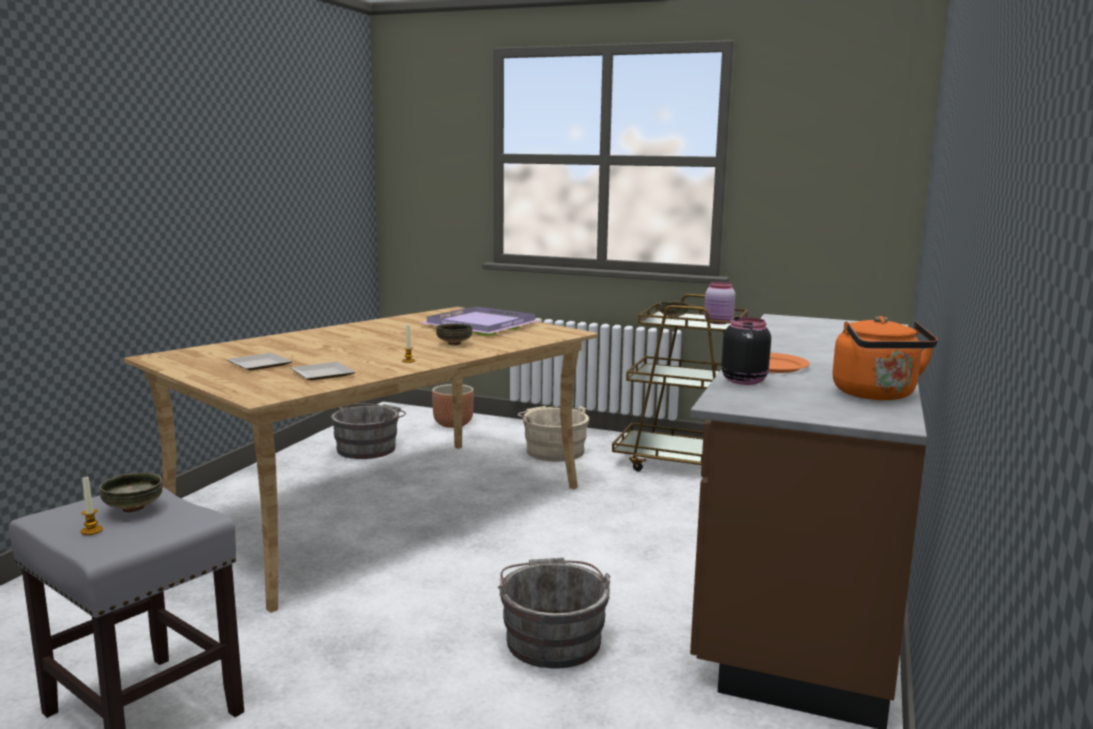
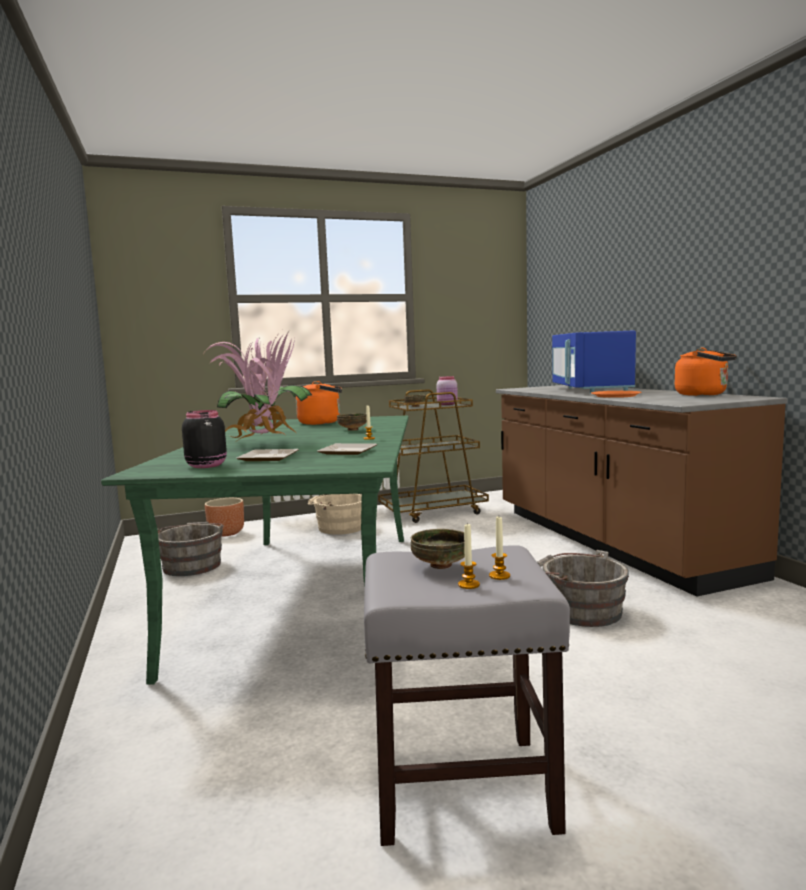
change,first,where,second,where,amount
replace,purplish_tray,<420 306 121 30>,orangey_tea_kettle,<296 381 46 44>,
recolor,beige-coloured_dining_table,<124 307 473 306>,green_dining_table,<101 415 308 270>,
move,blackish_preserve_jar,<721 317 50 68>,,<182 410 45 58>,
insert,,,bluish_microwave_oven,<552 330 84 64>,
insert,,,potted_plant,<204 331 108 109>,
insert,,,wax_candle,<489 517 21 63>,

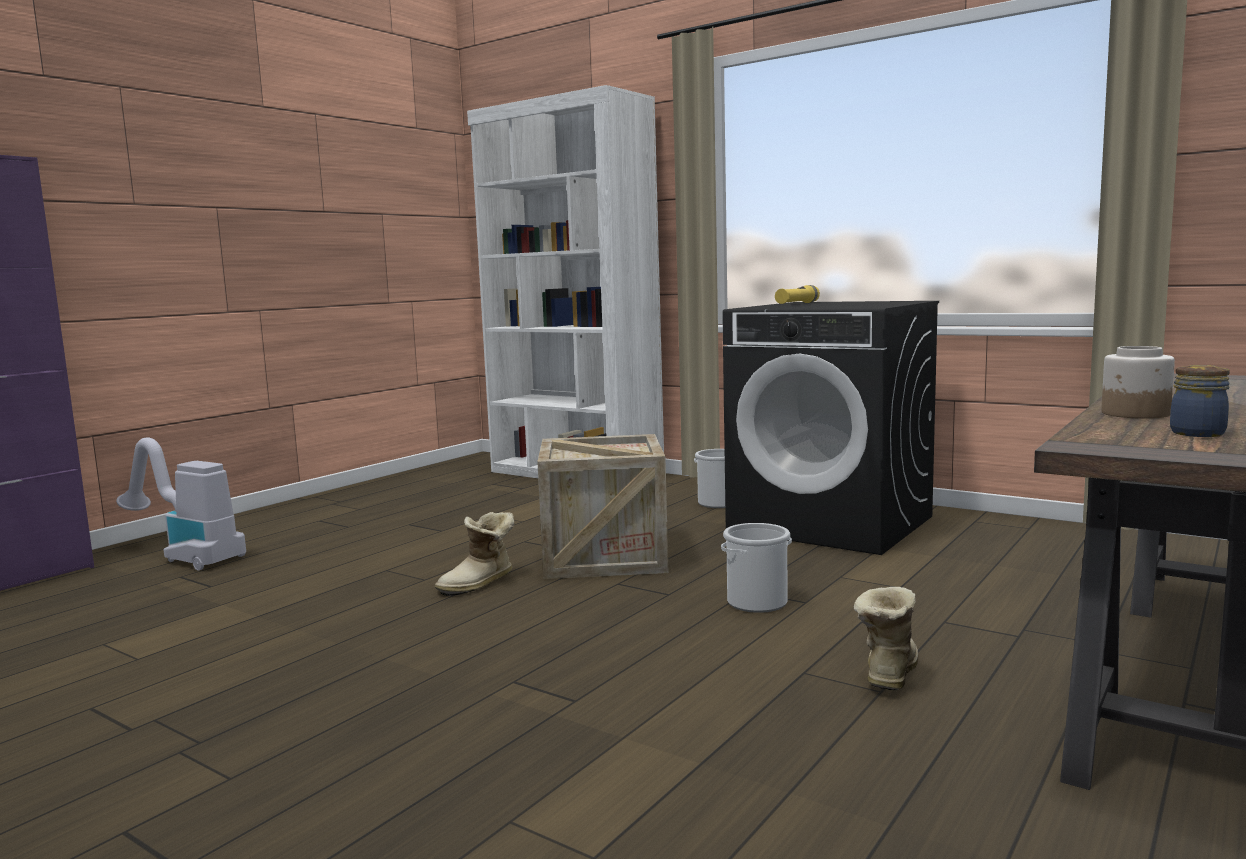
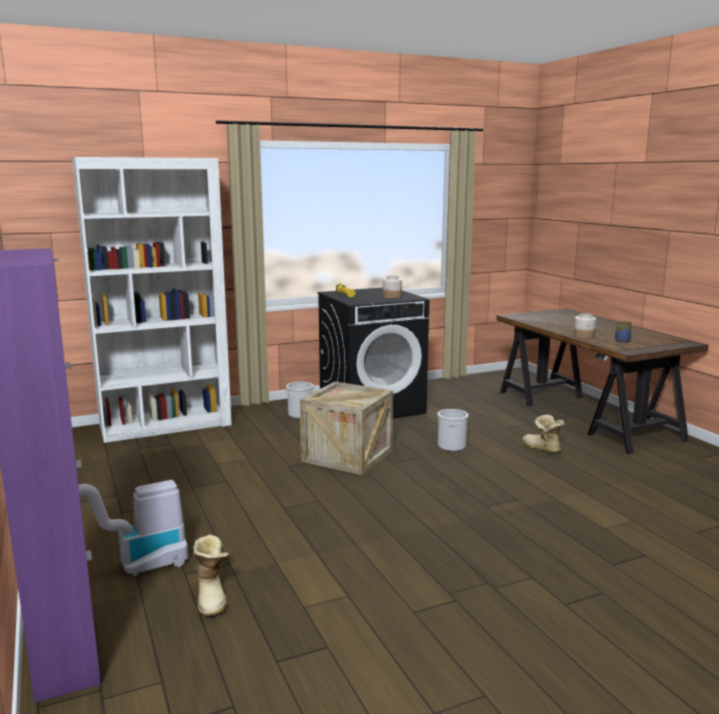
change,first,where,second,where,amount
move,boot,<435 512 80 84>,,<193 535 36 83>,
insert,,,preserve_jar,<383 276 19 23>,

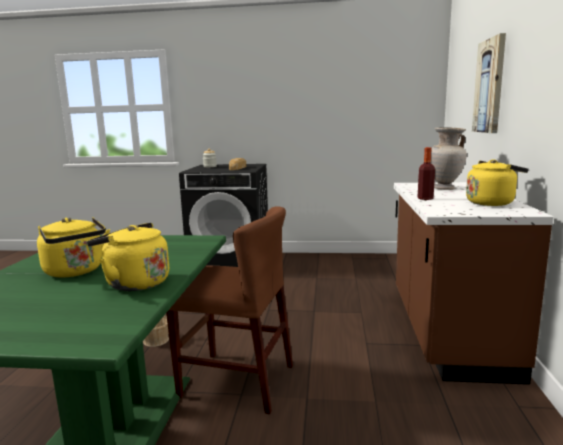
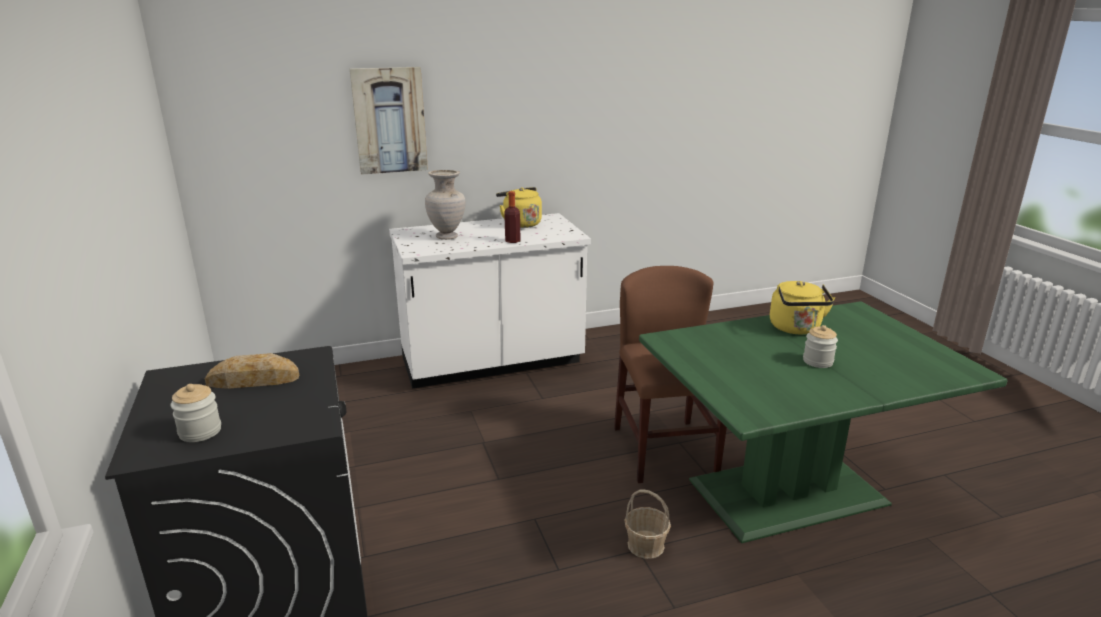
change,first,where,second,where,amount
recolor,brown_counter,<394 182 160 203>,whitish_counter,<389 213 202 176>,
replace,yellow_tea_kettle,<37 217 73 60>,preserve_jar,<803 325 35 43>,

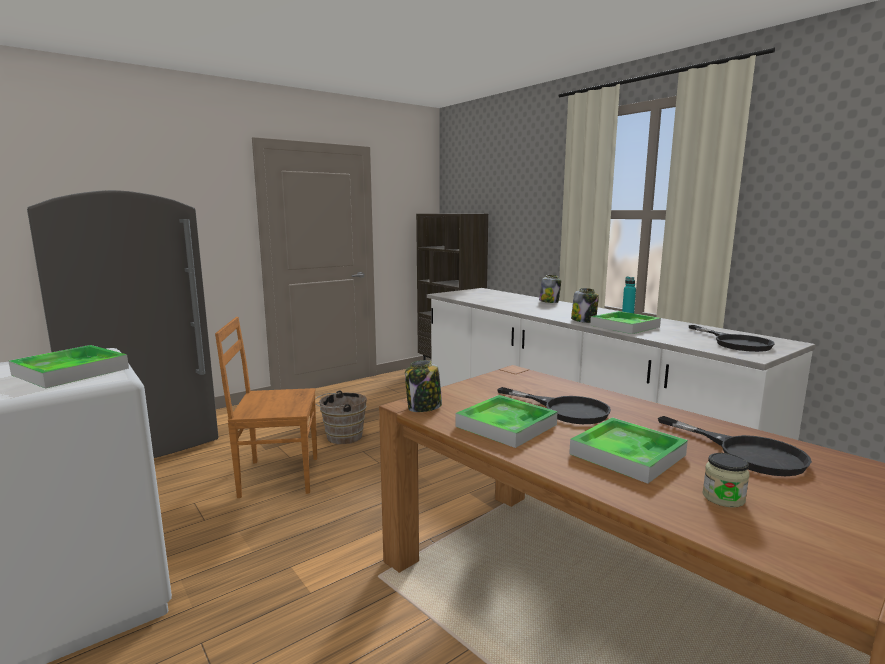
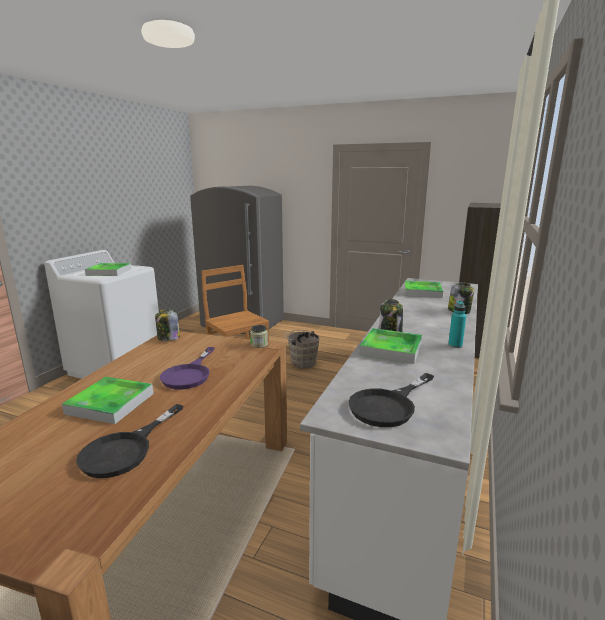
change,first,where,second,where,amount
recolor,blackish_skillet,<497 387 114 37>,purplish_skillet,<160 347 54 42>,
move,tray,<455 395 103 53>,,<405 281 38 17>,
move,preserve_jar,<702 453 47 55>,,<250 325 18 23>,

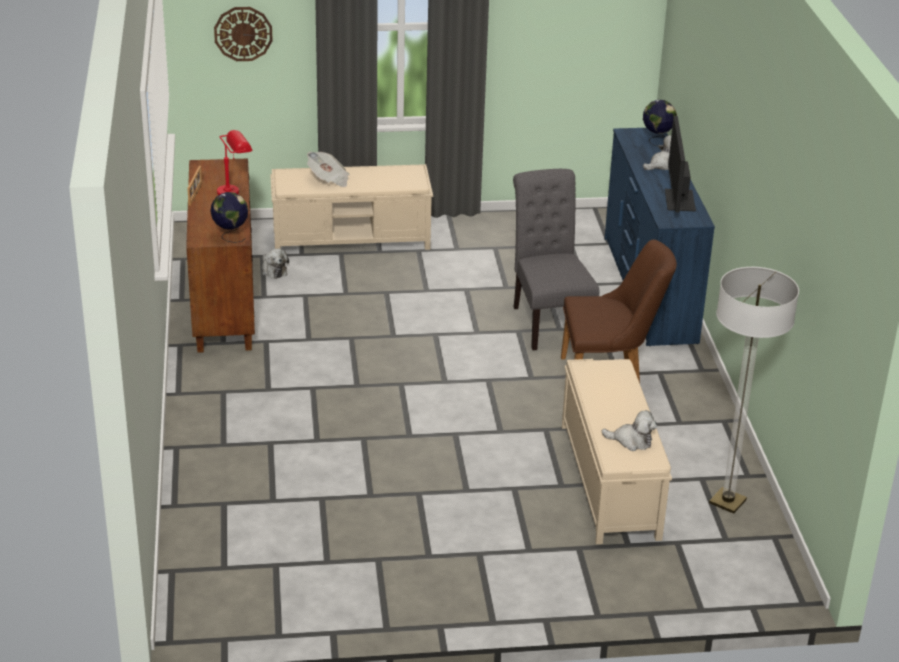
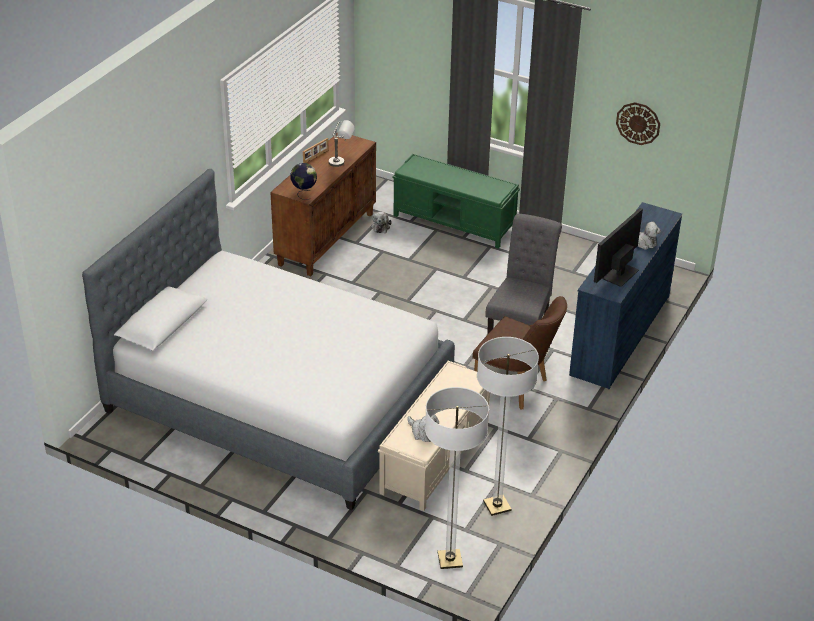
change,first,where,second,where,amount
move,wall_clock,<214 7 59 54>,,<616 102 44 43>,
delete,desk_globe,<643 100 34 47>,,,
recolor,red-coloured_table_lamp,<217 130 35 65>,greyish_table_lamp,<329 120 26 47>,
delete,printed_paper,<307 152 43 35>,,,
recolor,beige-coloured_indoor_bench,<270 164 163 86>,green_indoor_bench,<392 154 128 95>,
insert,,,bed,<82 169 373 341>,
insert,,,standing_lamp,<425 387 64 182>,

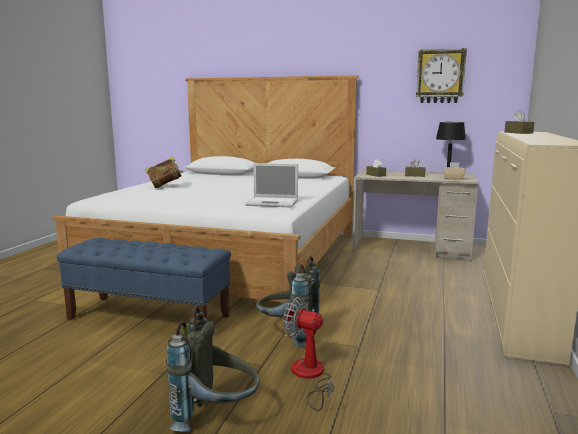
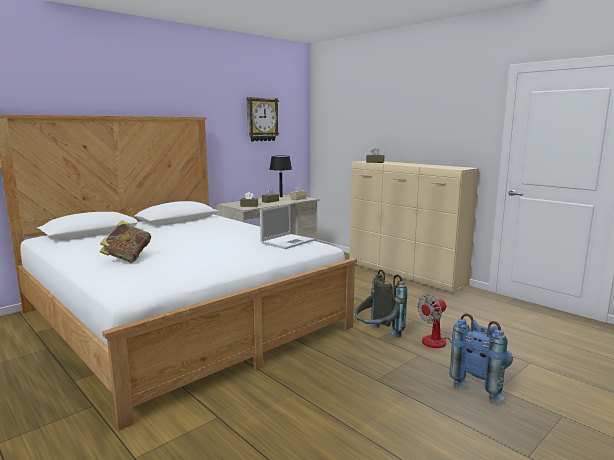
change,first,where,second,where,amount
delete,bluish_indoor_bench,<56 238 175 82>,,,
recolor,greyish_knapsack,<166 306 94 126>,bluish_knapsack,<450 314 63 88>,

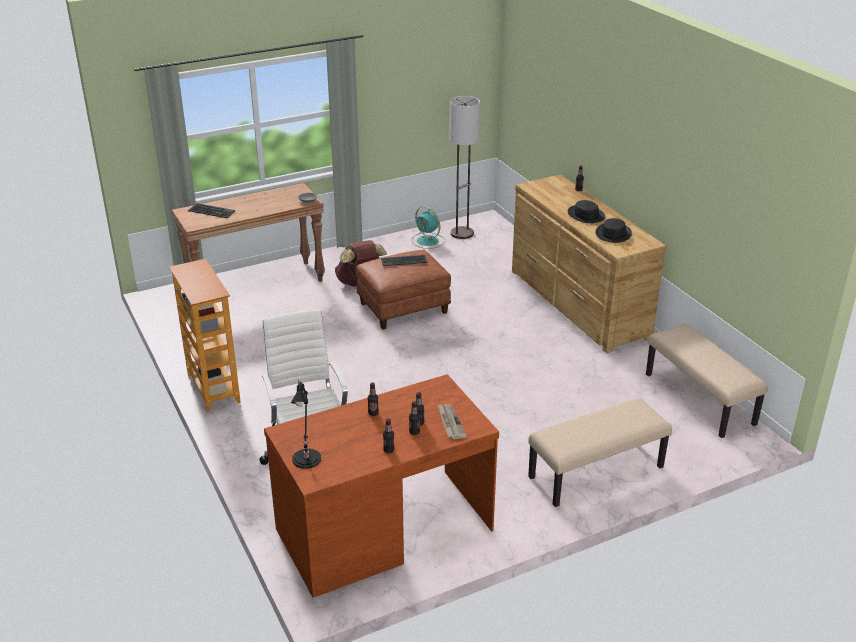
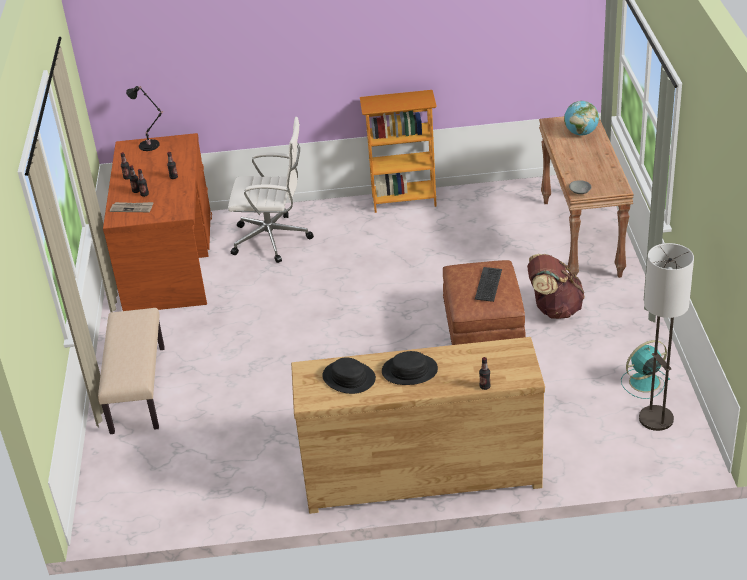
change,first,where,second,where,amount
replace,computer_keyboard,<188 203 47 15>,desk_globe,<564 101 35 34>,
delete,beige-coloured_indoor_bench,<646 324 122 114>,,,

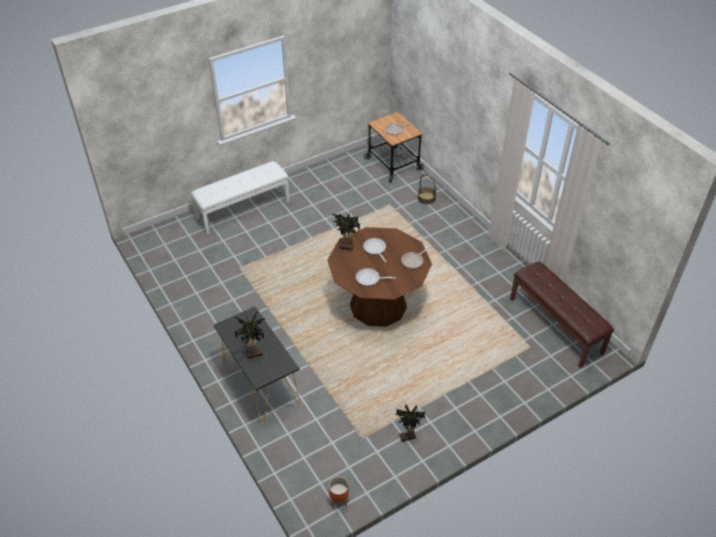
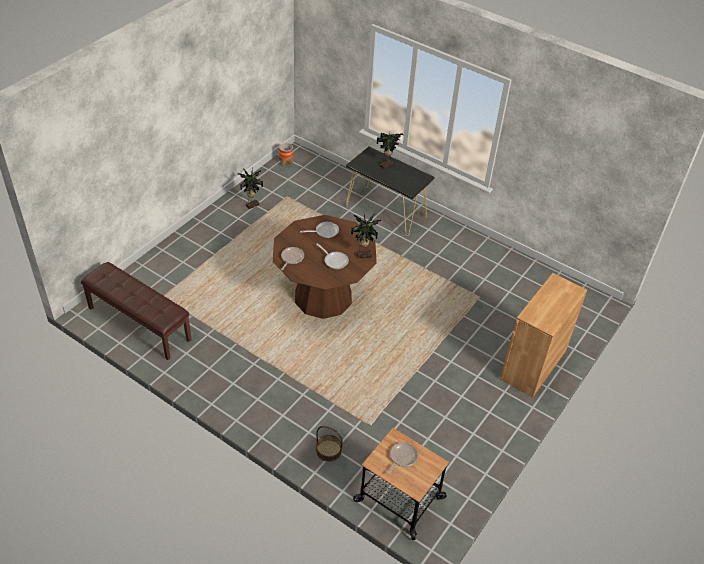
change,first,where,second,where,amount
replace,whitish_indoor_bench,<190 161 100 73>,brown_cabinet,<500 273 87 124>,

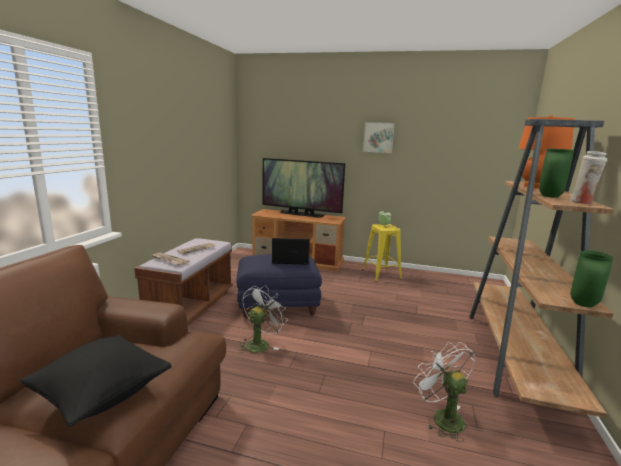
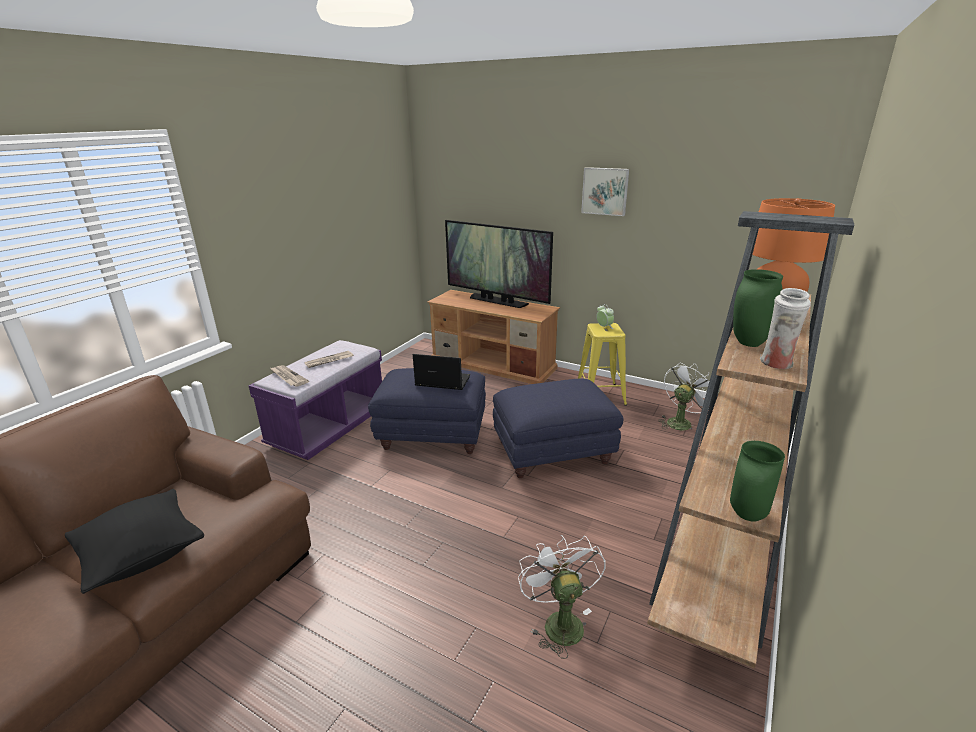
change,first,where,second,where,amount
recolor,brown_indoor_bench,<134 238 99 88>,purplish_indoor_bench,<248 340 134 120>,
move,whitish_cooling_fan,<239 285 49 68>,,<658 363 51 67>,
insert,,,bluish_ottoman,<493 378 130 100>,

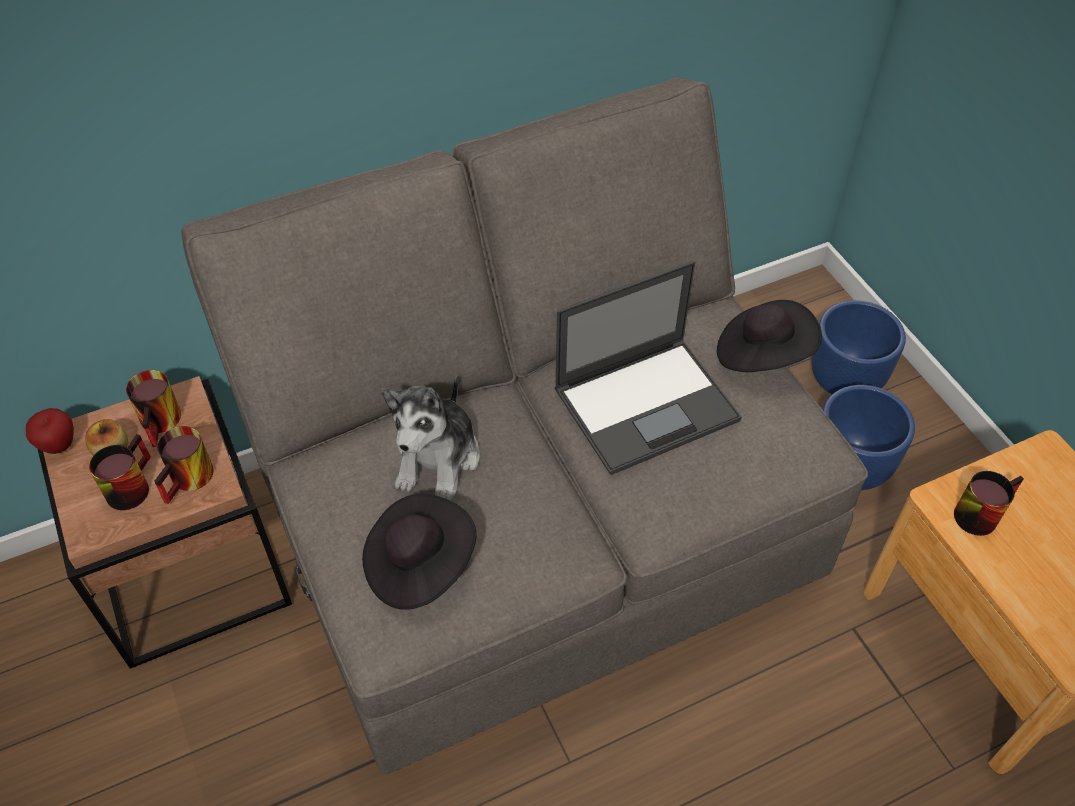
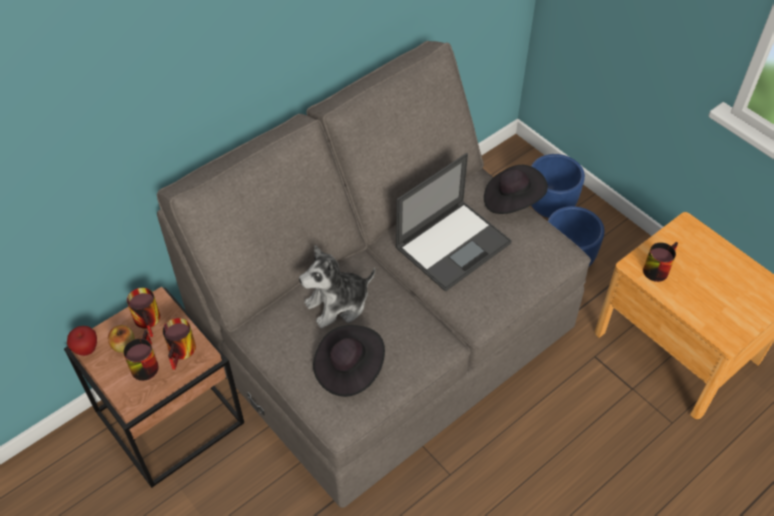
change,first,where,second,where,amount
rotate,plush_toy,<381 376 99 125>,,<299 245 76 83>,60 degrees clockwise

